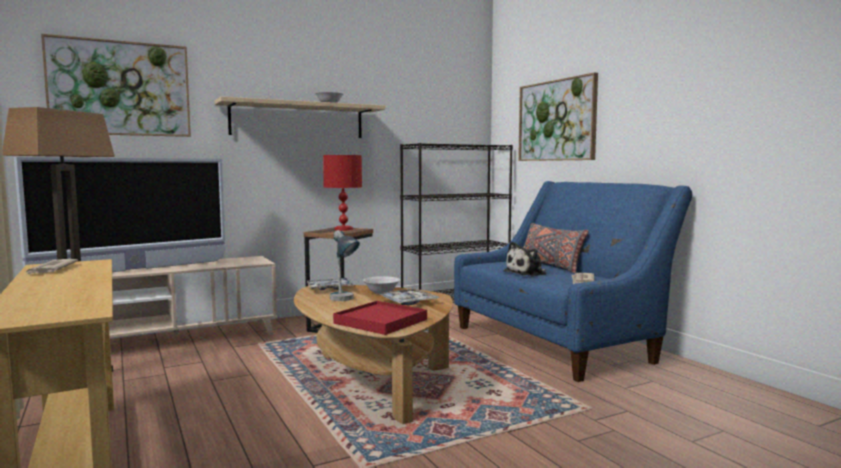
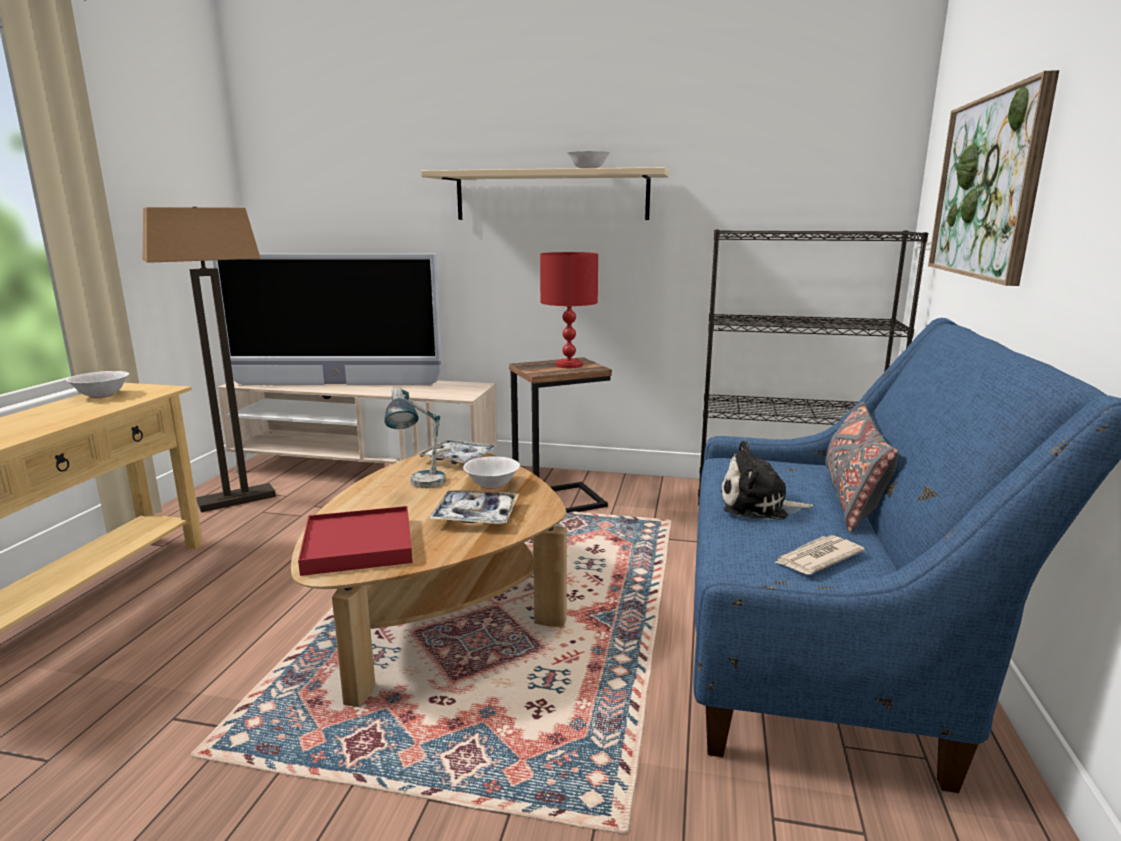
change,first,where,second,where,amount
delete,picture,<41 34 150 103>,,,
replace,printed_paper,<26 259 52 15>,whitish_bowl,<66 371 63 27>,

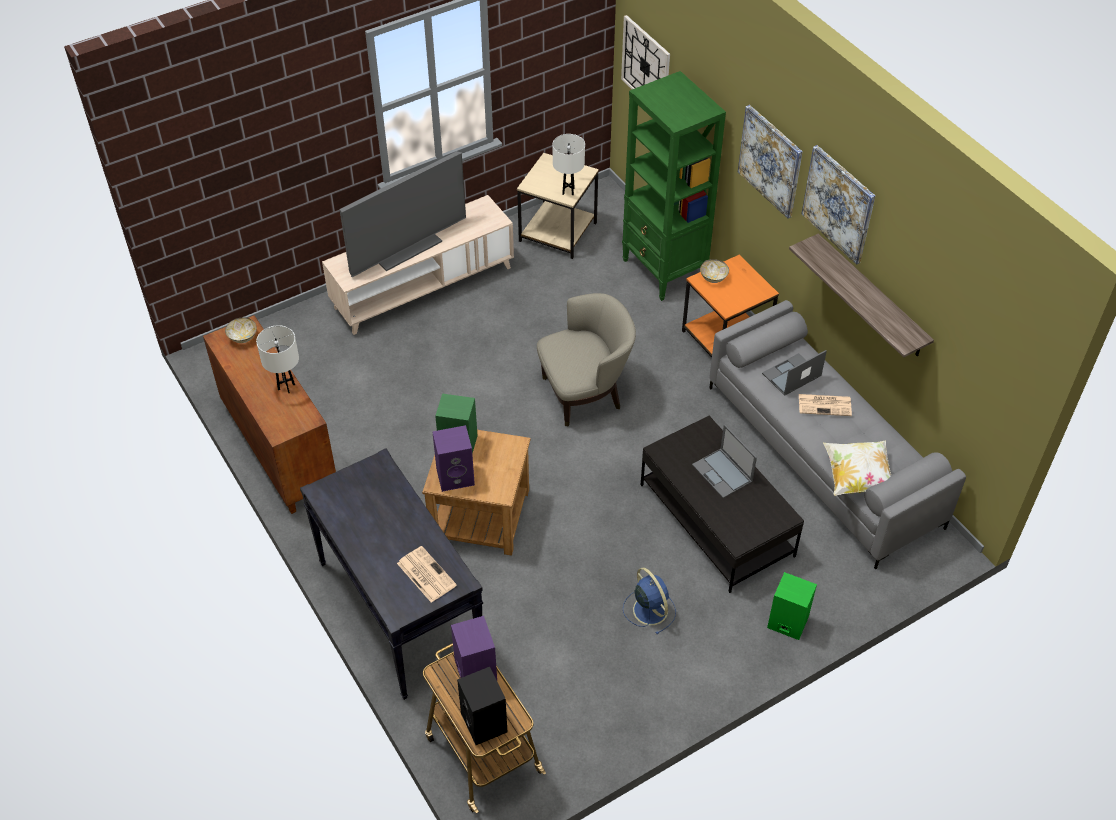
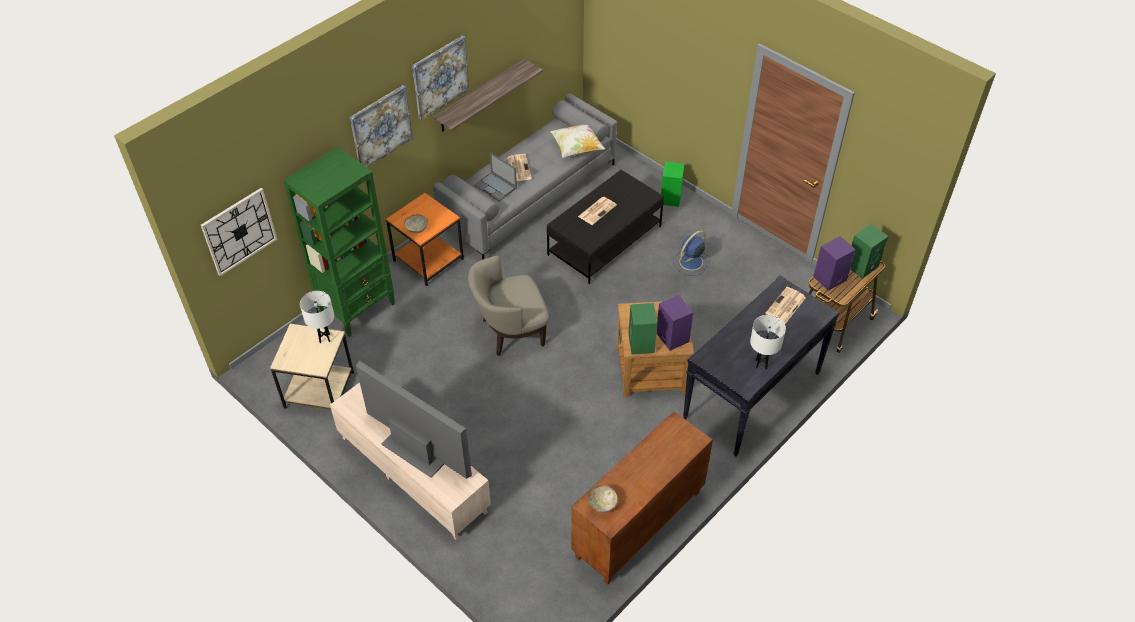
change,first,where,second,where,amount
rotate,beige-coloured_lounge_chair,<537 293 99 134>,,<468 256 81 100>,75 degrees counterclockwise
move,whitish_table_lamp,<256 325 43 68>,,<750 315 36 54>,
replace,laptop,<692 425 65 73>,printed_paper,<578 197 39 28>,
recolor,blackish_speaker,<457 667 50 78>,green_speaker,<850 224 39 55>,

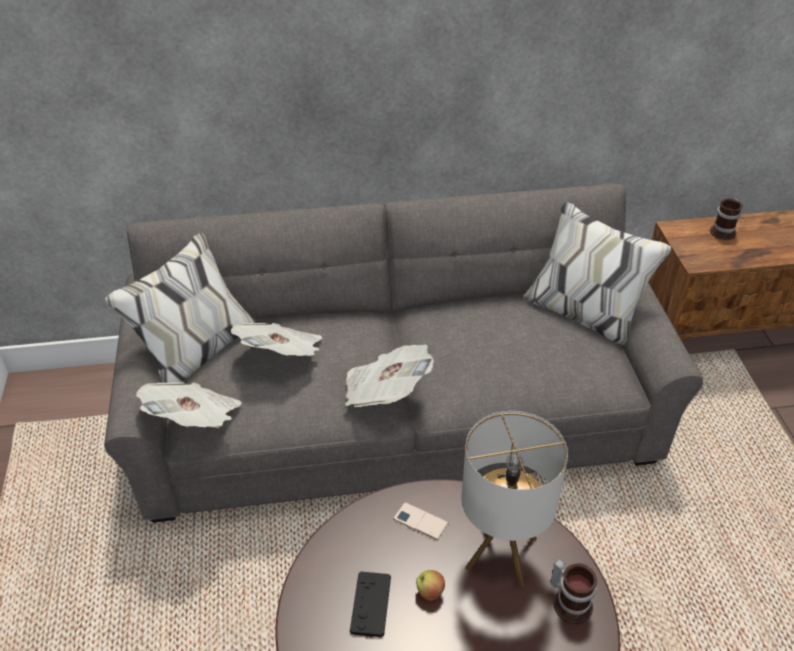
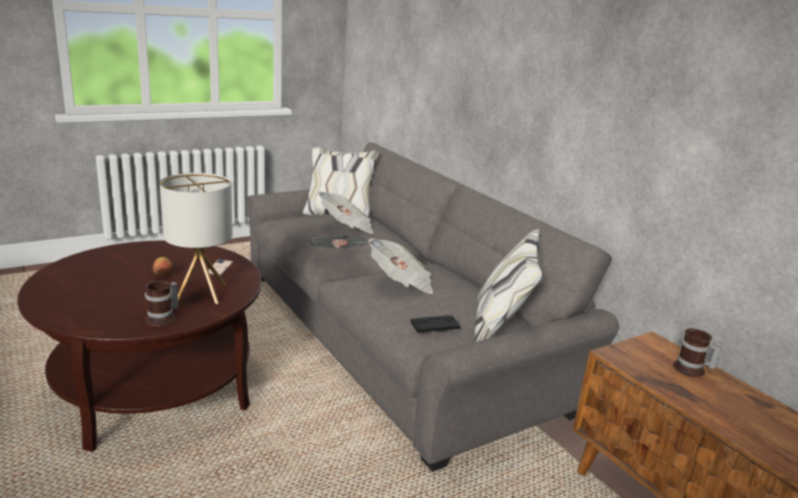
change,first,where,second,where,amount
move,printed_paper,<136 382 105 46>,,<368 238 65 56>,
move,blackish_game_controller,<350 571 41 66>,,<411 315 49 18>,

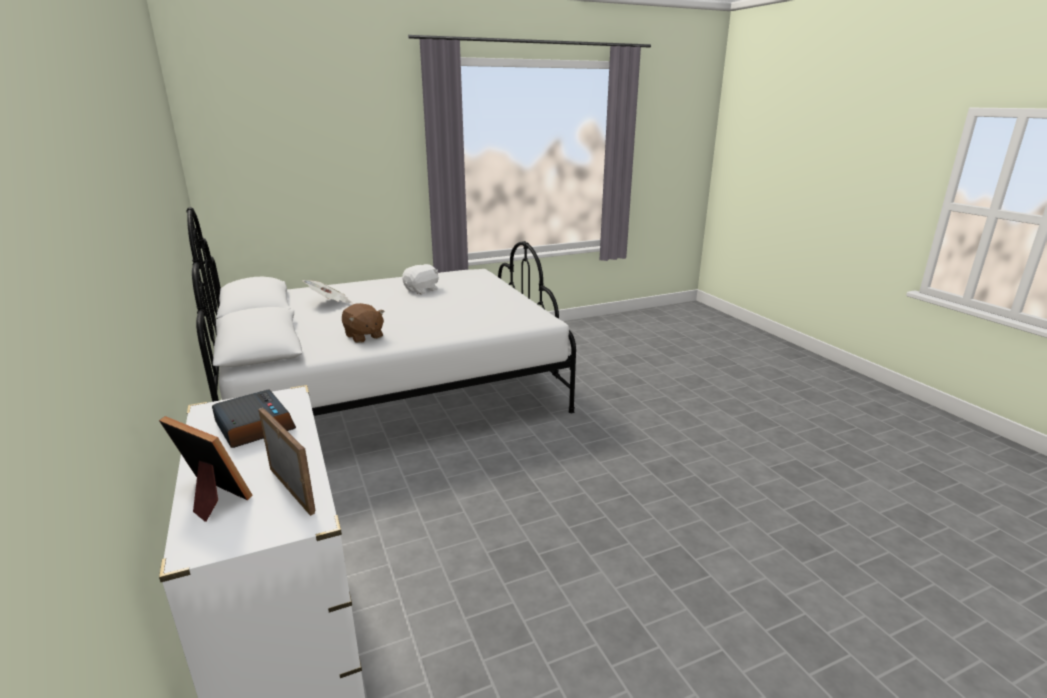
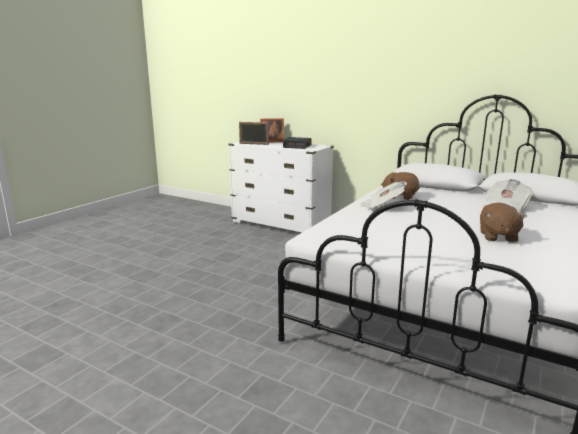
change,first,where,second,where,amount
recolor,whitish_plush_toy,<402 264 37 30>,brown_plush_toy,<480 202 47 40>,
insert,,,printed_paper,<359 181 48 28>,

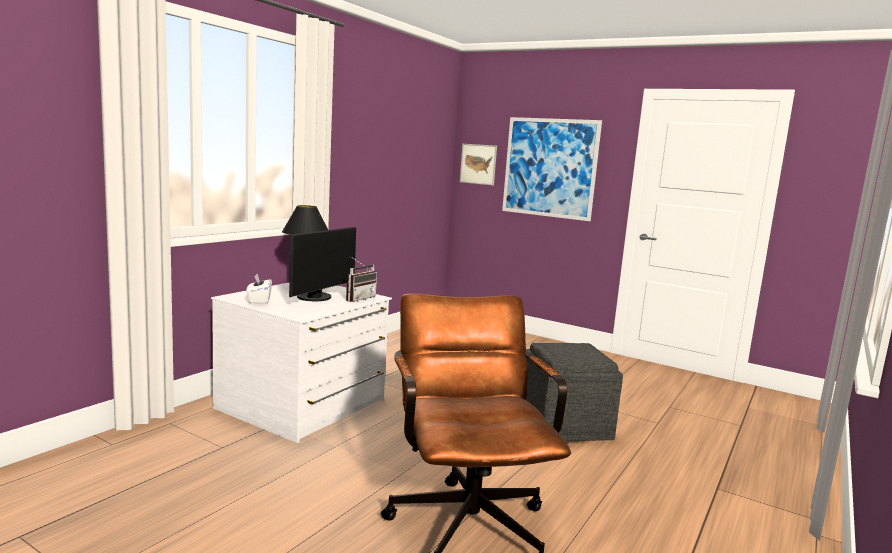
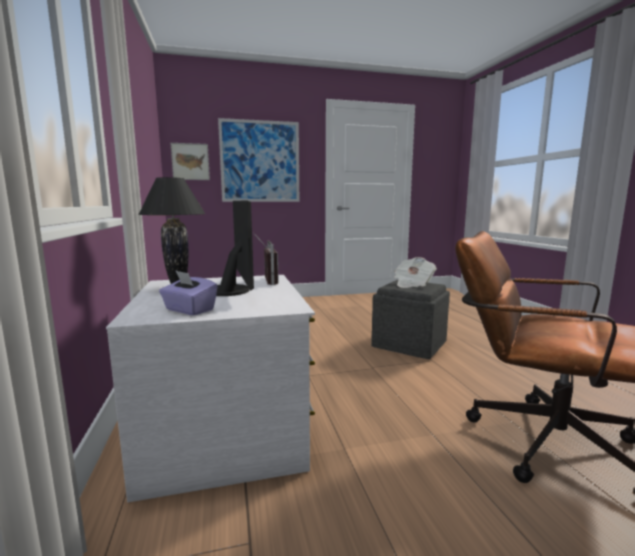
change,first,where,second,where,amount
recolor,whitish_box_of_tissues,<247 274 25 30>,purplish_box_of_tissues,<159 270 58 46>,
insert,,,printed_paper,<394 257 43 31>,

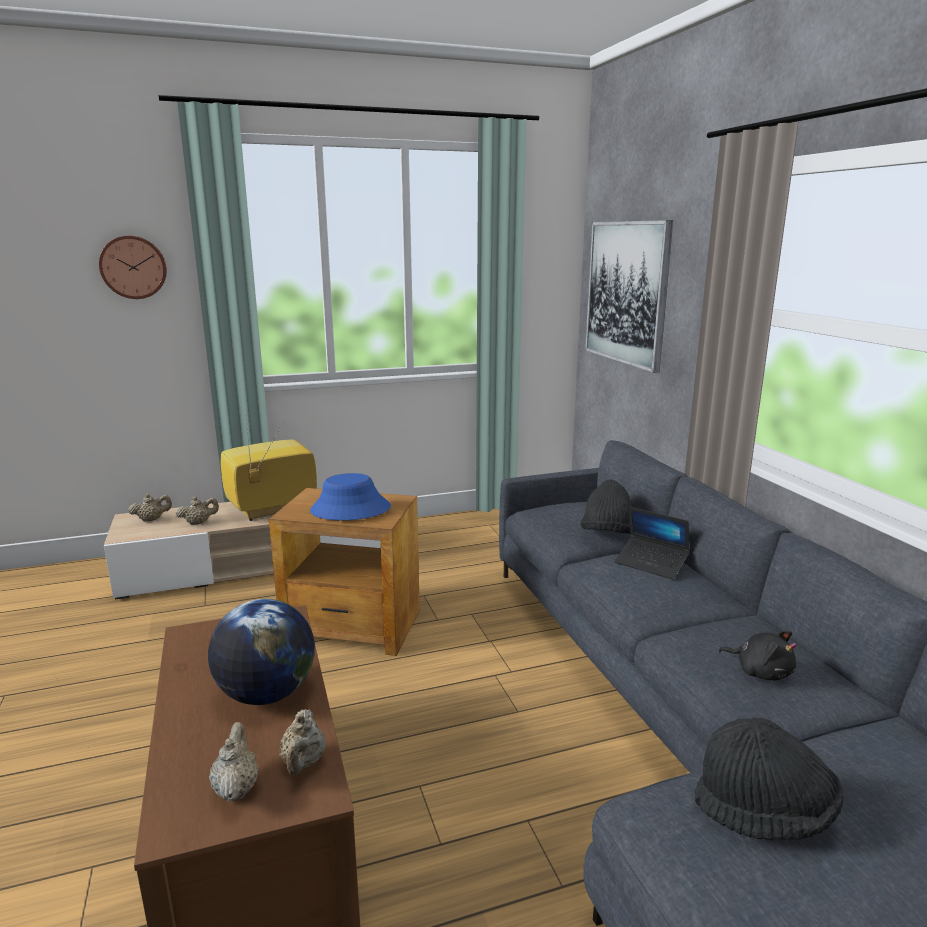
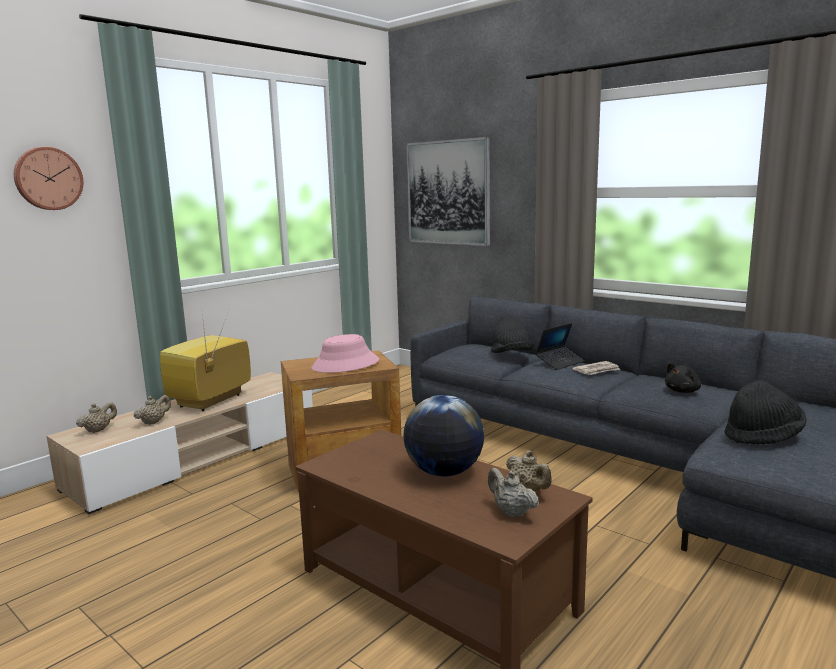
change,first,where,second,where,amount
recolor,bluish_wearable_hat,<310 473 81 47>,pink-coloured_wearable_hat,<311 334 68 39>,
rotate,laptop,<615 507 75 73>,,<535 323 49 47>,45 degrees counterclockwise
rotate,blackish_plush_toy,<718 631 78 49>,,<665 363 36 30>,135 degrees clockwise
insert,,,printed_paper,<572 361 48 14>,

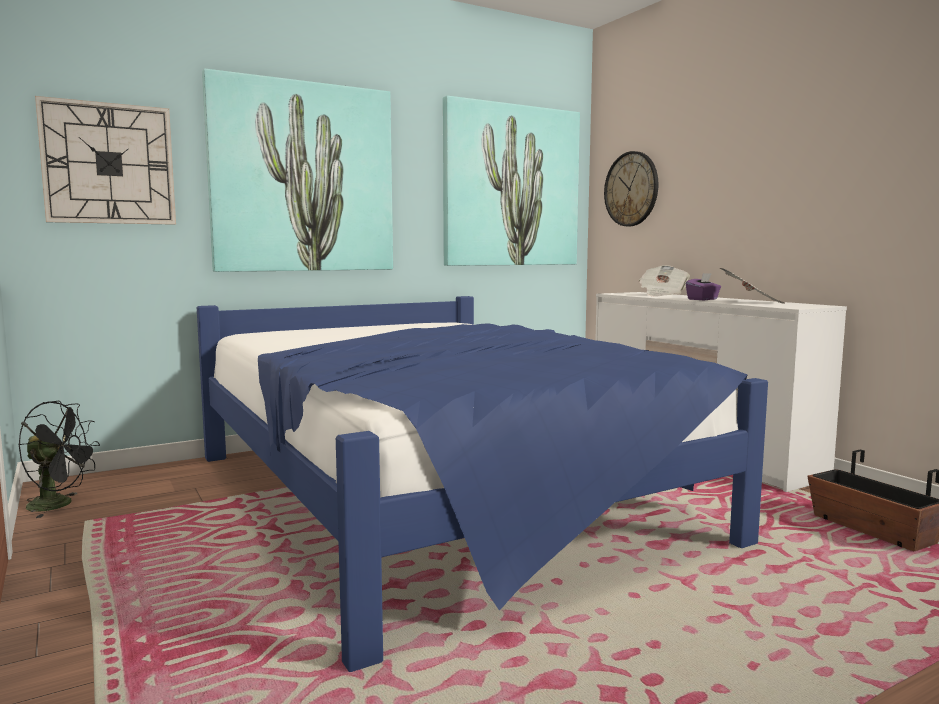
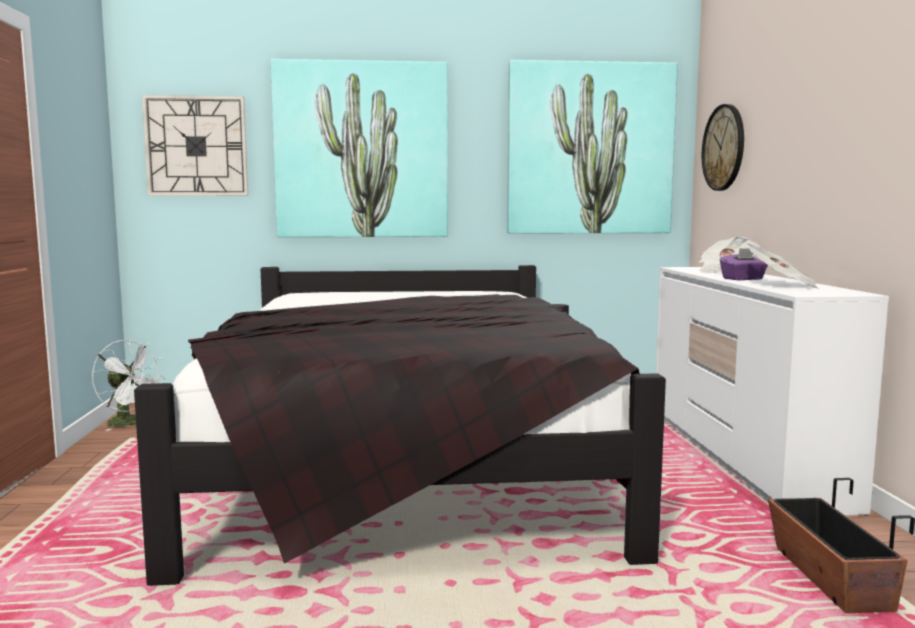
change,first,where,second,where,amount
recolor,bluish_bed,<197 296 571 376>,blackish_bed,<134 265 532 321>,
recolor,blackish_cooling_fan,<18 401 82 117>,whitish_cooling_fan,<92 340 74 91>,

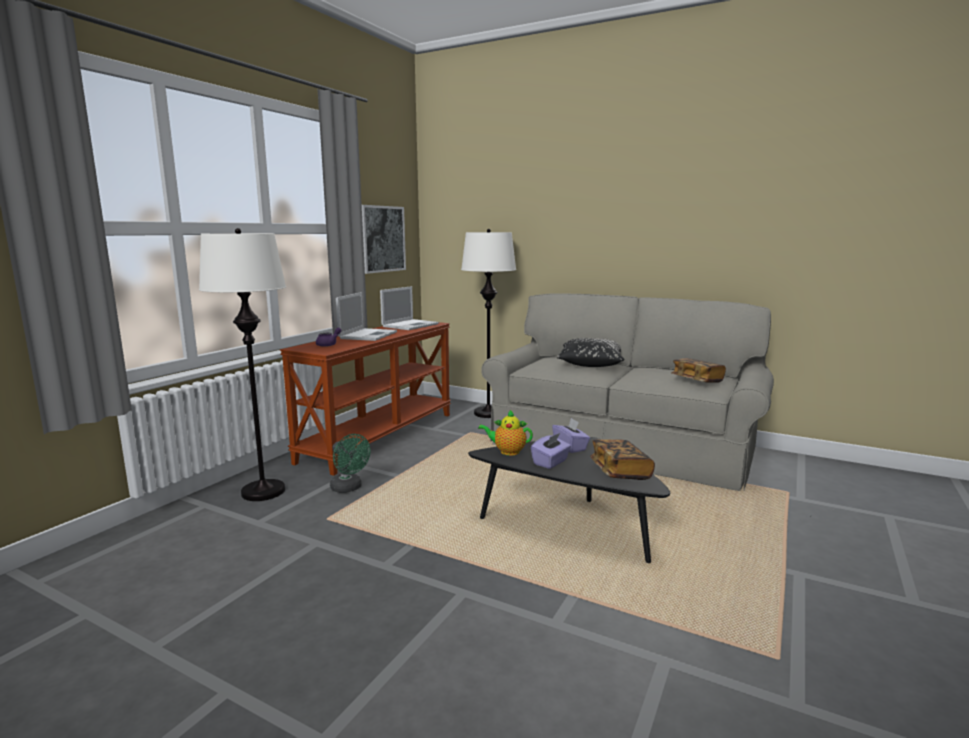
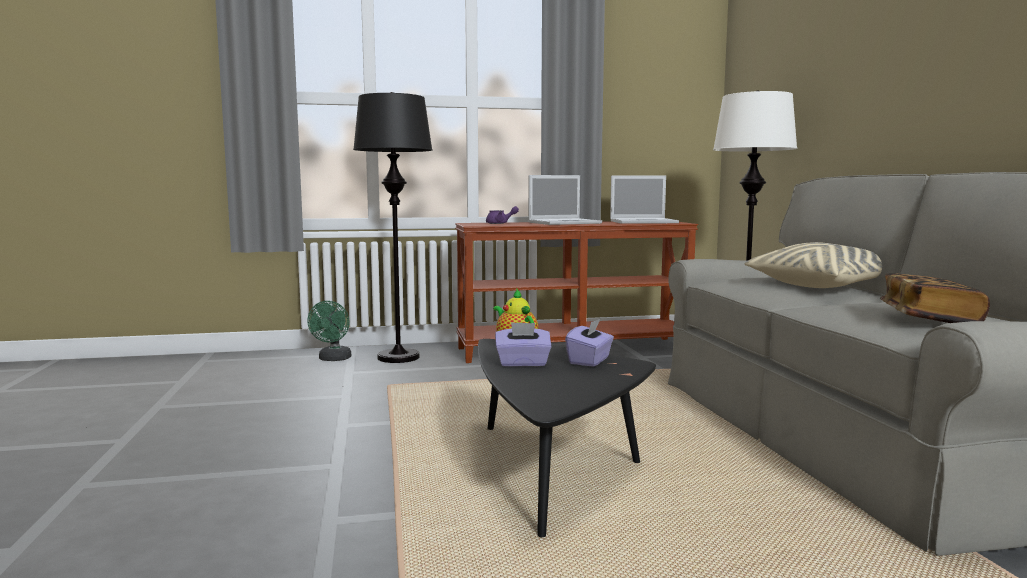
change,first,where,second,where,amount
delete,picture,<362 205 44 69>,,,
recolor,whitish_standing_lamp,<199 228 87 273>,blackish_standing_lamp,<353 92 79 271>,
recolor,blackish_pillow,<557 338 67 29>,beige-coloured_pillow,<744 242 138 46>,
move,green_cooling_fan,<330 434 40 59>,,<307 301 44 60>,
delete,book,<590 439 65 41>,,,

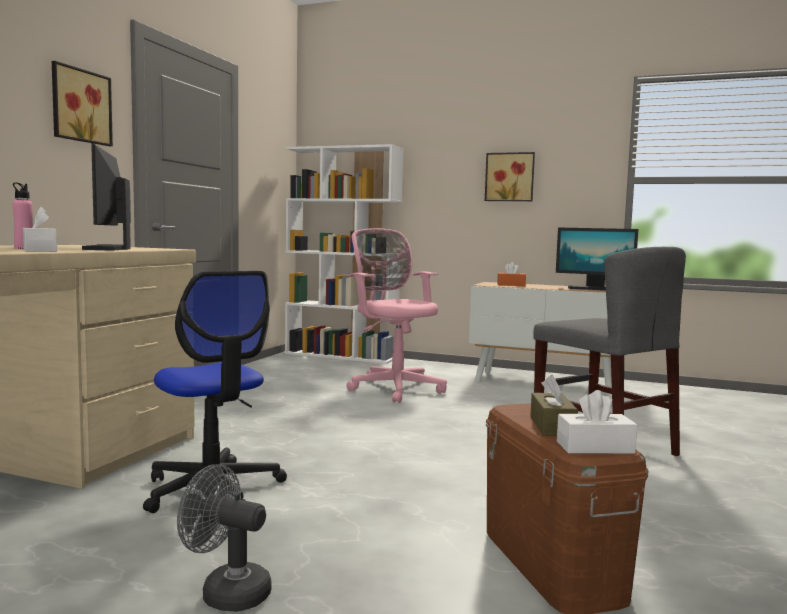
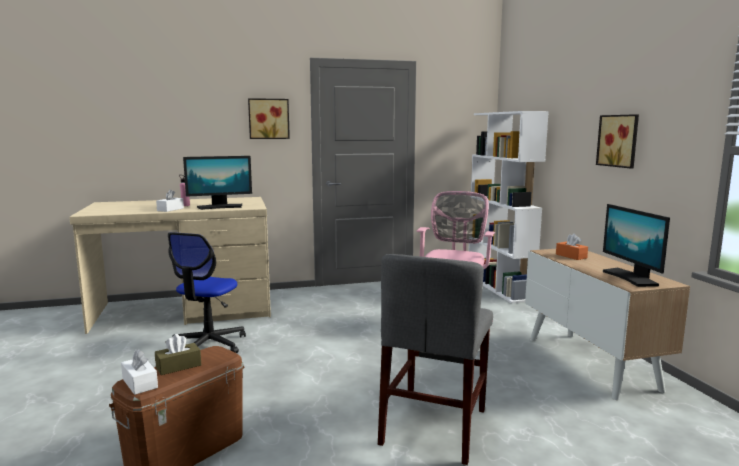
change,first,where,second,where,amount
rotate,computer_screen,<82 143 49 108>,,<183 156 69 54>,150 degrees counterclockwise
delete,greyish_cooling_fan,<177 464 95 148>,,,

